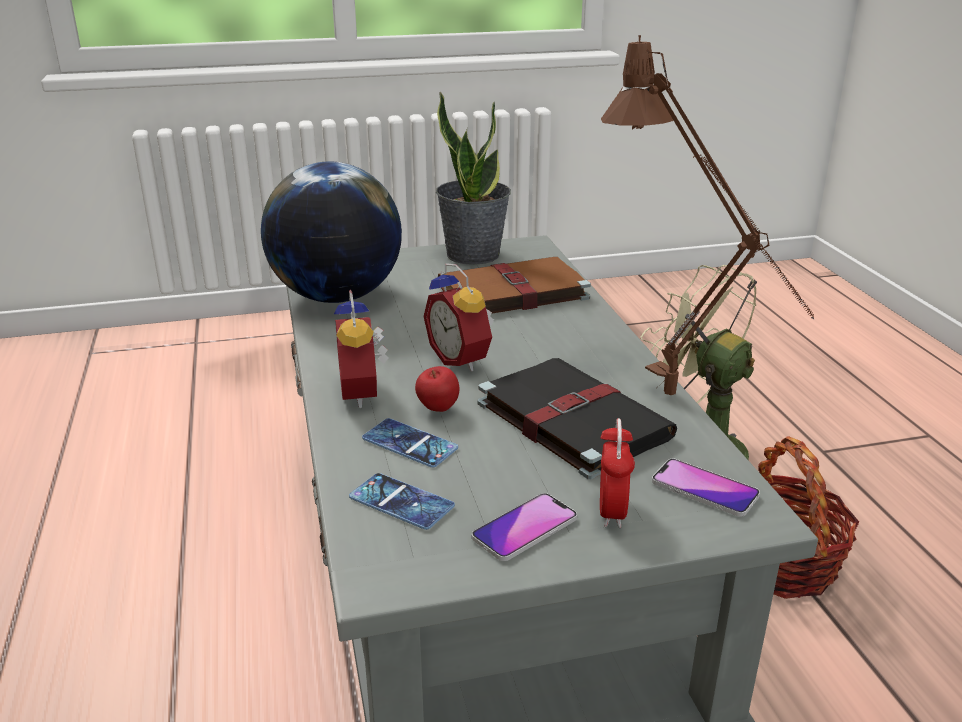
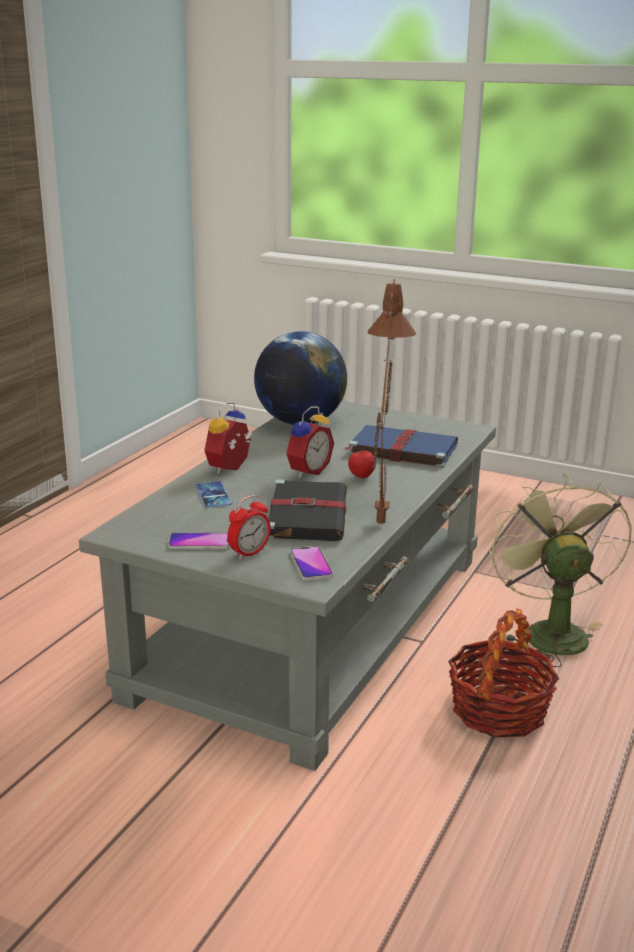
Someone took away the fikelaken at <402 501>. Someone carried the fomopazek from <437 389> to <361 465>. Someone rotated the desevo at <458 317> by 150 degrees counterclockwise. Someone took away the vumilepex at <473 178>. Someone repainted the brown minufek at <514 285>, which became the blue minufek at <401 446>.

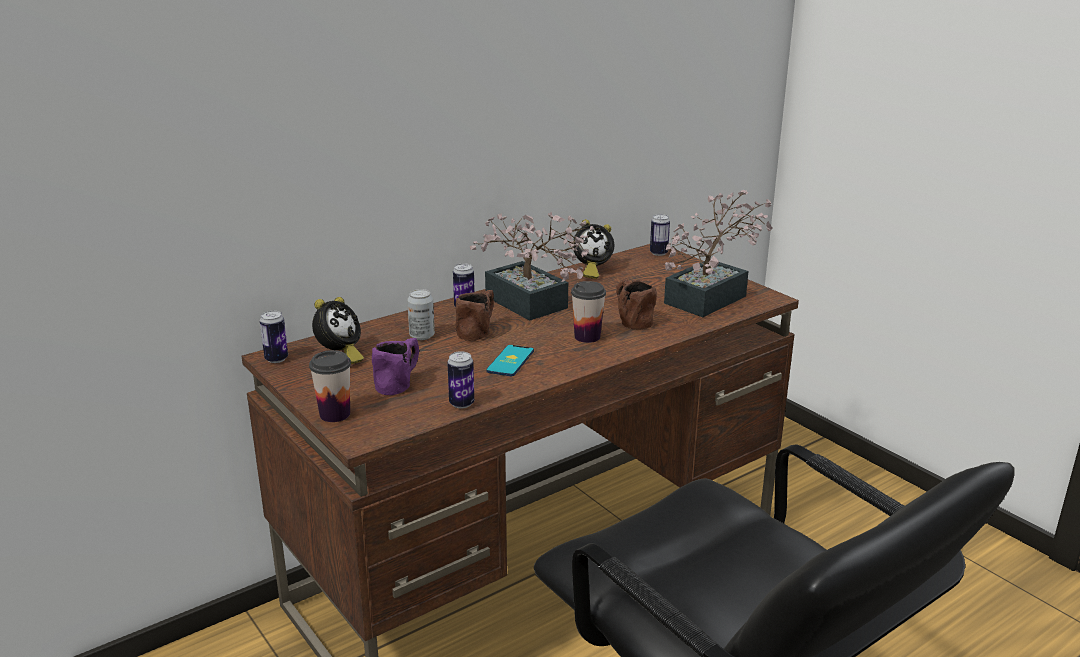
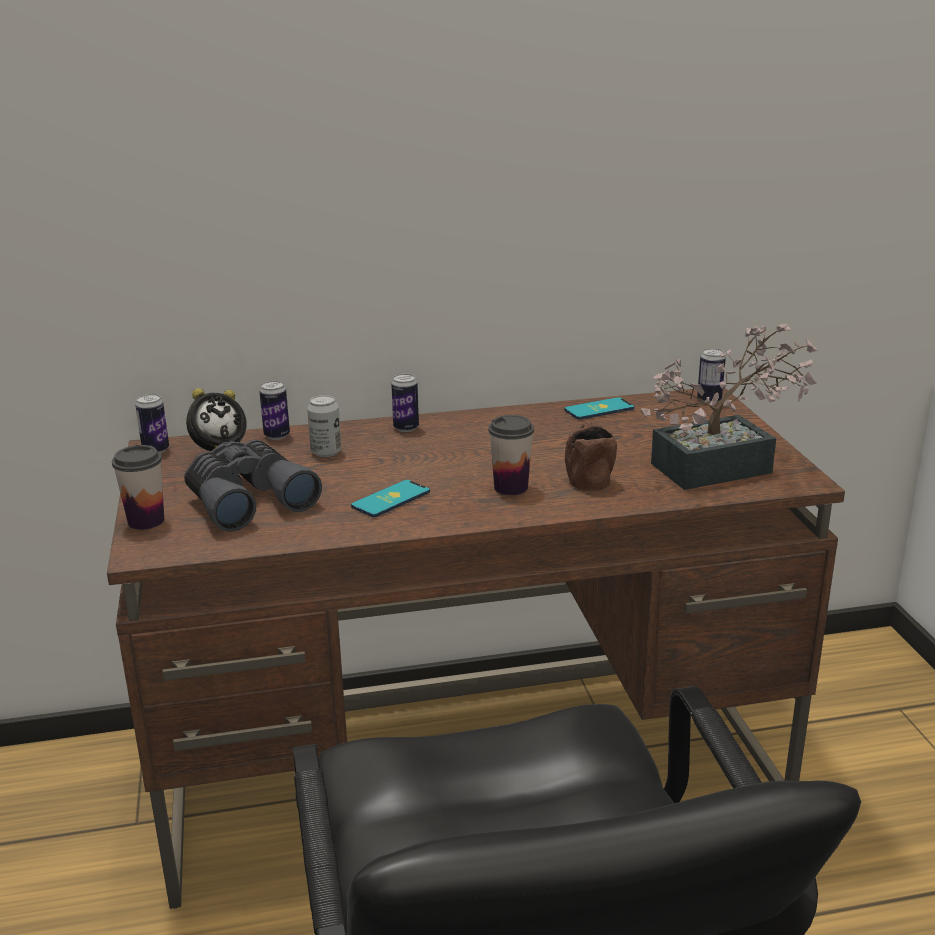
Someone swapped the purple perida at <395 366> for the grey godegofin at <253 486>. Someone carried the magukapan from <460 380> to <274 410>. Someone took away the brown perida at <475 315>. Someone took away the vumilepex at <532 266>. Someone swapped the desevo at <593 249> for the fikelaken at <599 408>.

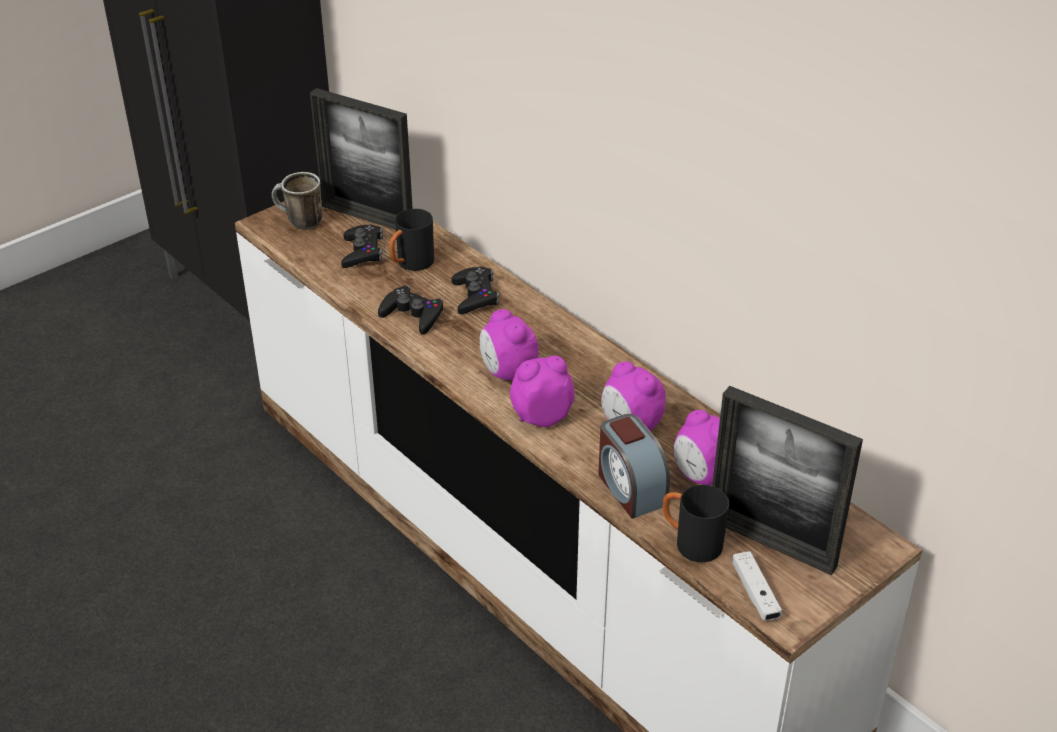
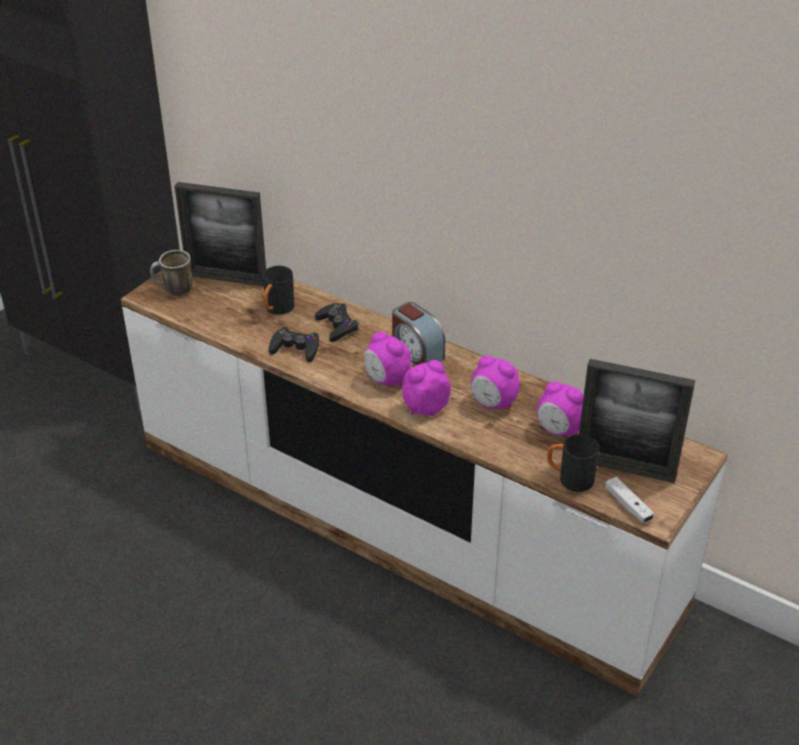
Someone took away the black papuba at <362 246>. Someone carried the desevo from <634 466> to <418 333>.

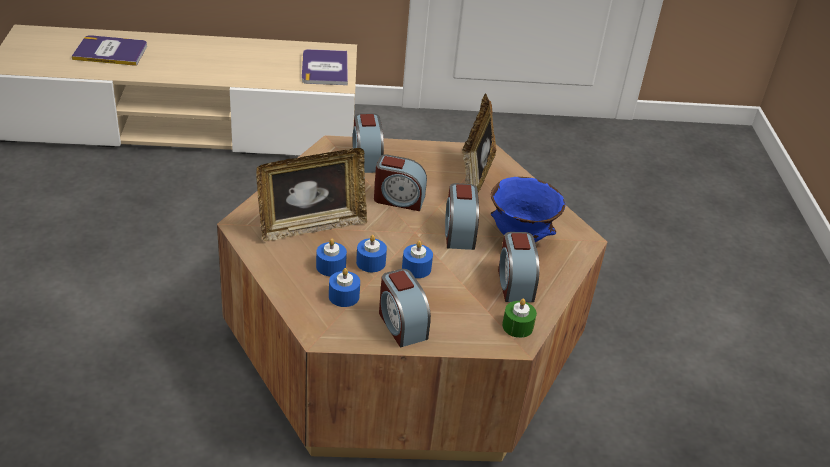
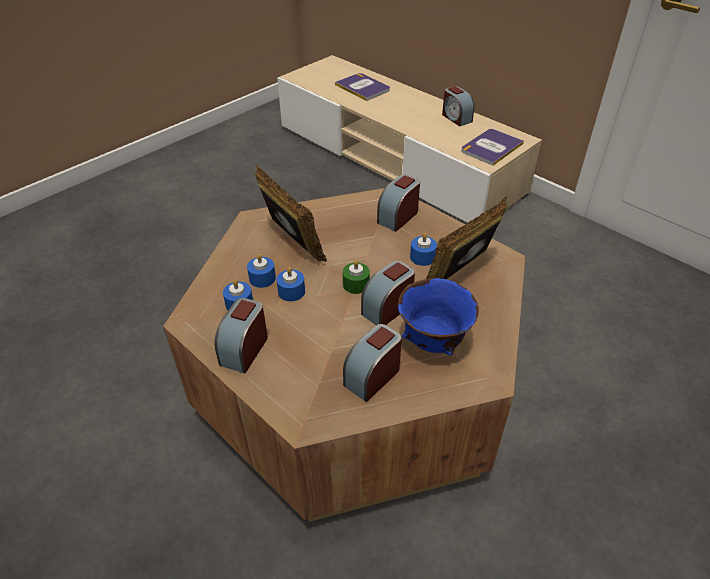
Someone rotated the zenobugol at <311 194> by 150 degrees counterclockwise. Someone carried the desevo from <400 182> to <458 106>. Someone carried the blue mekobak from <417 259> to <423 249>. Someone carried the green mekobak from <519 318> to <356 277>.

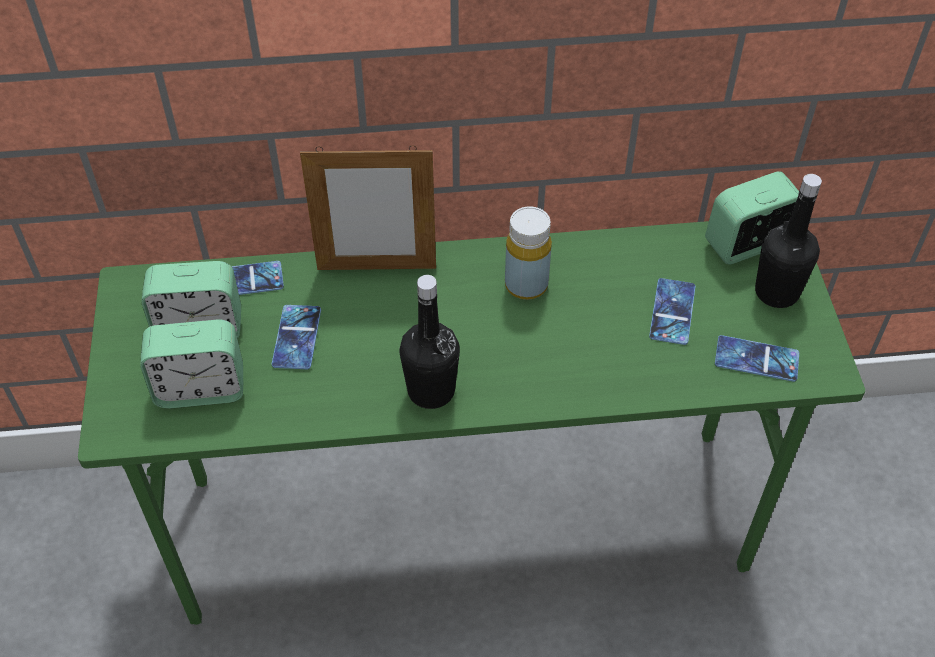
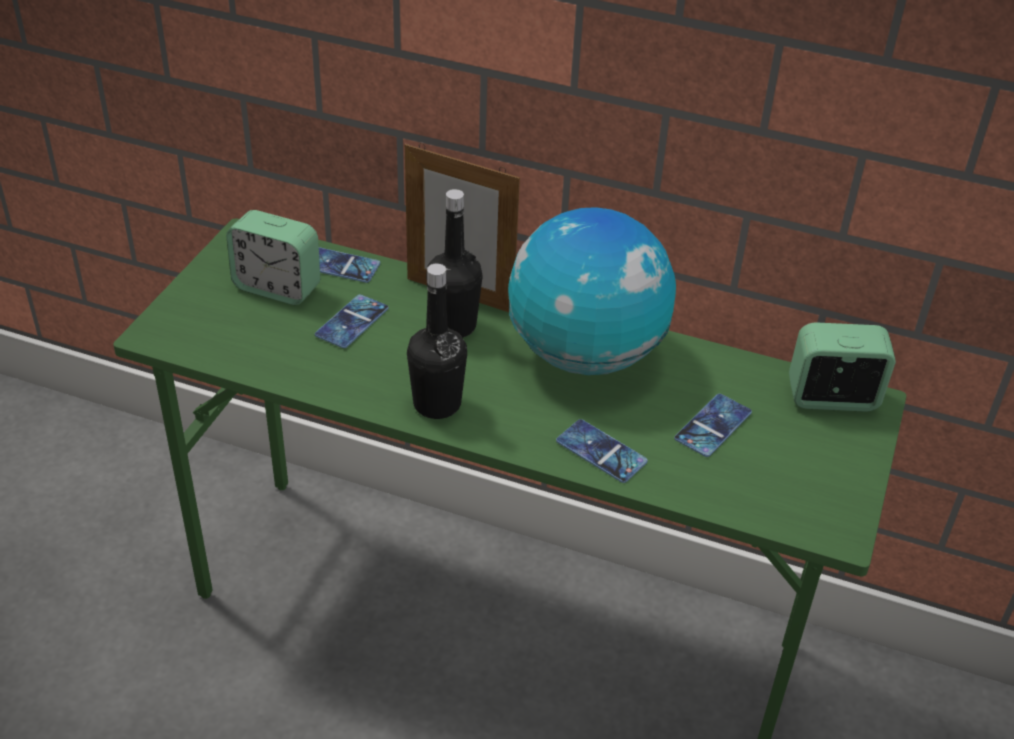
Someone took away the desevo at <192 364>. Someone swapped the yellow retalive at <528 253> for the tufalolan at <592 291>. Someone carried the fikelaken from <757 358> to <602 451>. Someone carried the black retalive from <788 241> to <454 263>.

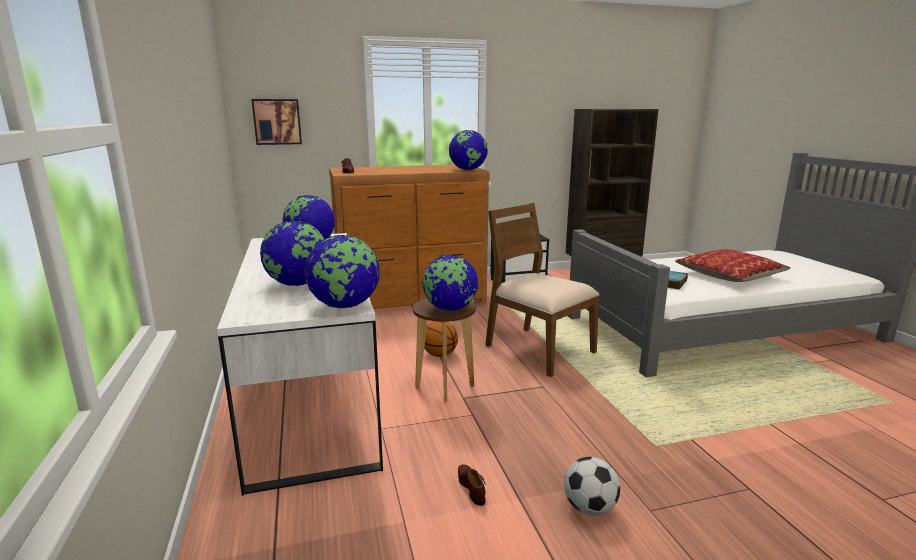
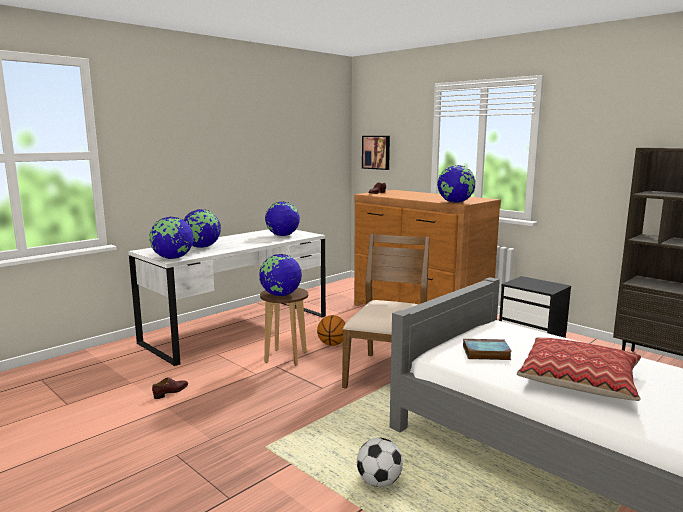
Someone carried the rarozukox from <592 486> to <380 462>.

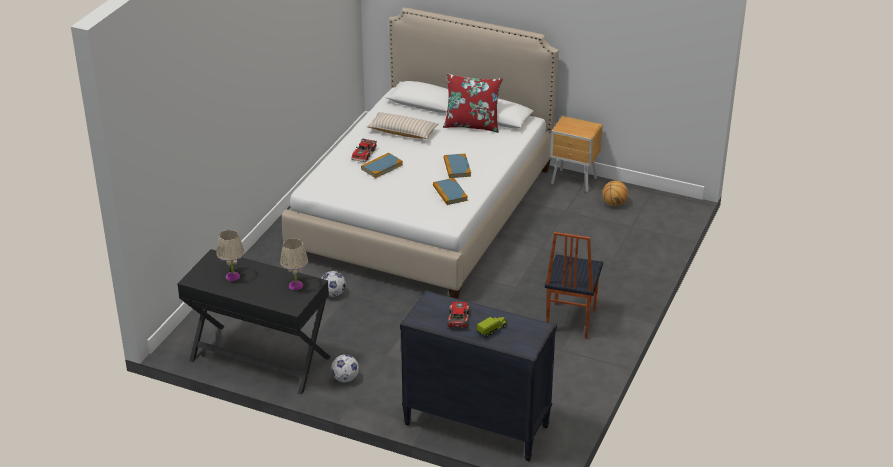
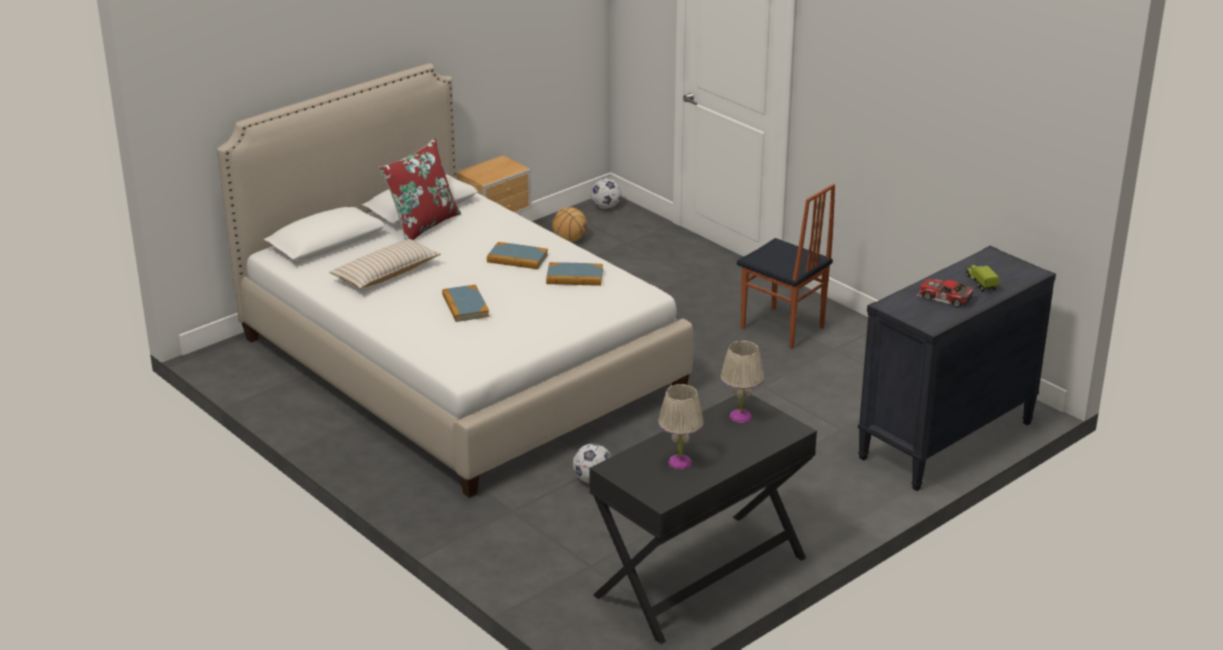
Someone carried the rarozukox from <345 368> to <606 193>. Someone took away the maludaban at <364 150>.

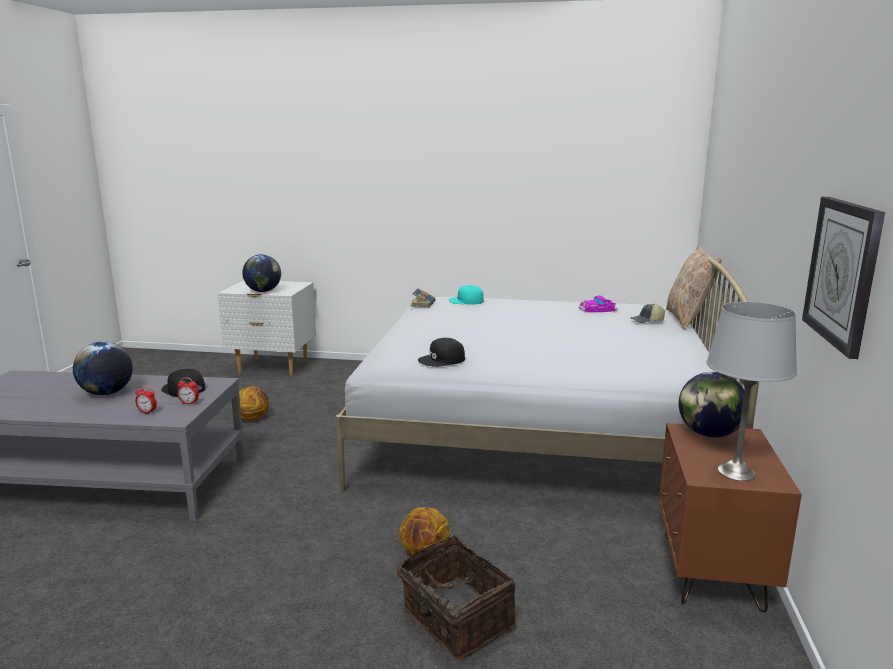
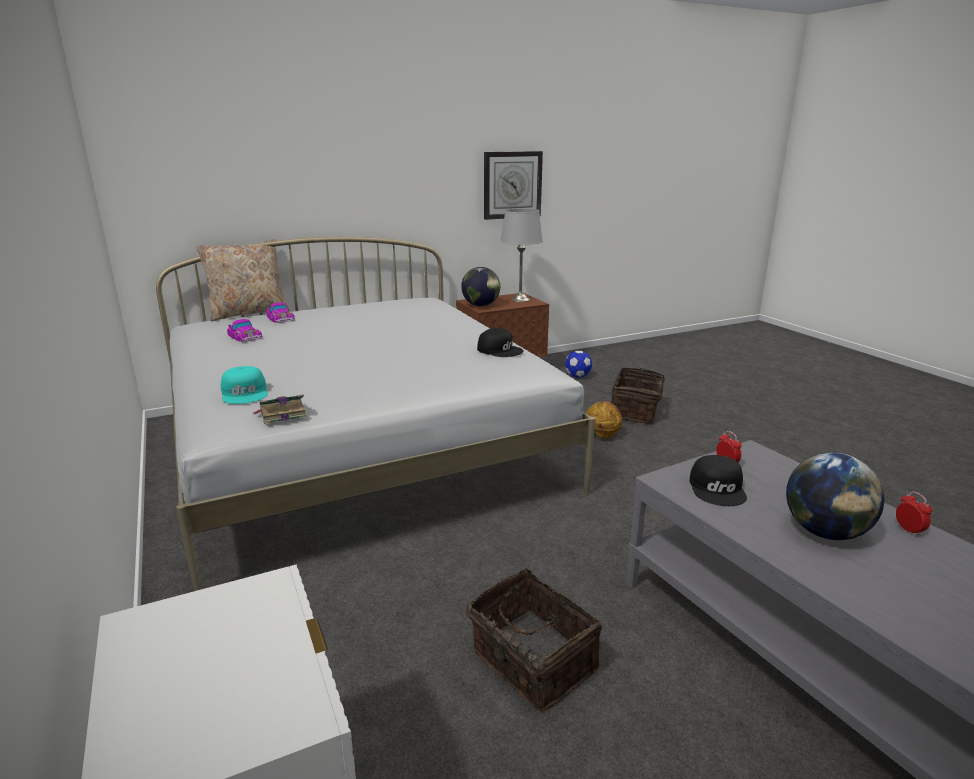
Someone carried the desevo from <146 399> to <914 514>. Someone swapped the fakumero at <254 403> for the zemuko at <534 640>. Someone took away the tufalolan at <261 273>. Someone swapped the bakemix at <648 313> for the maludaban at <280 312>. Someone put down the rarozukox at <578 364>.

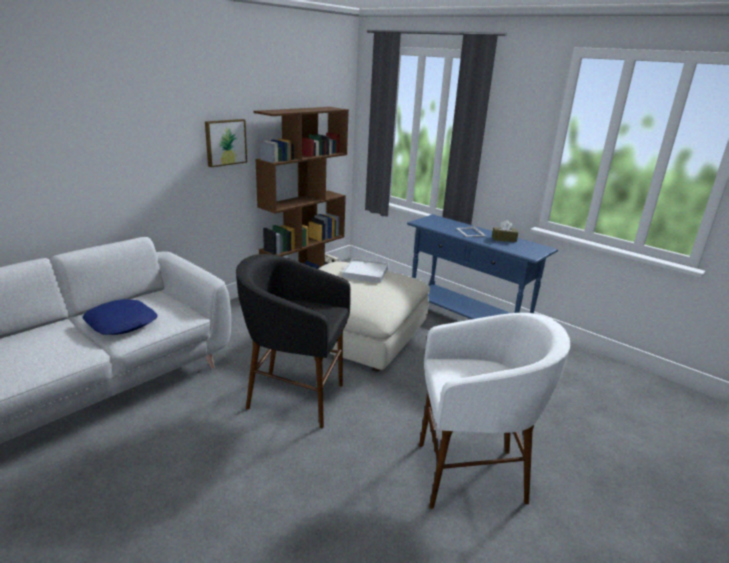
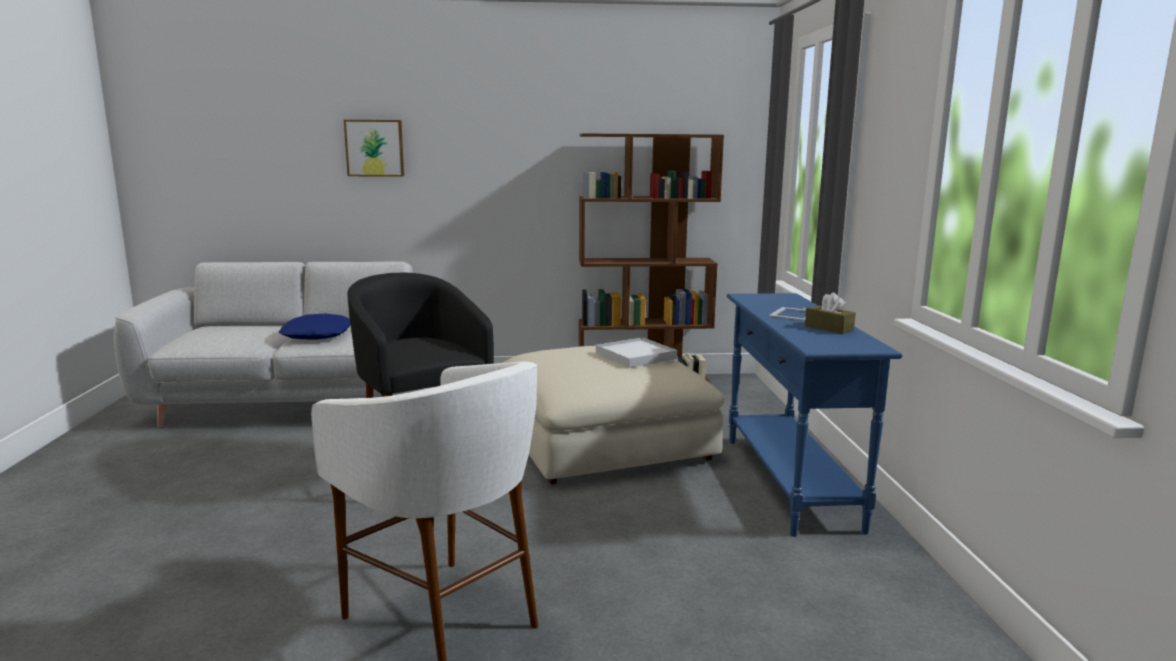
Someone carried the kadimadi from <226 143> to <374 148>.

